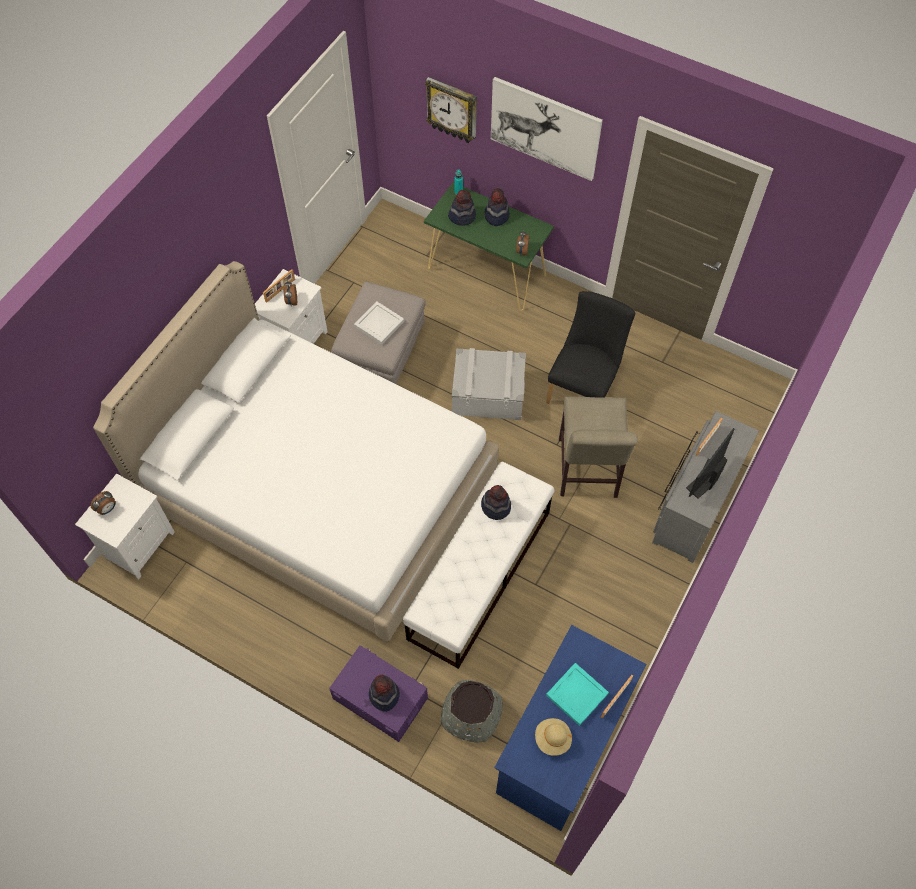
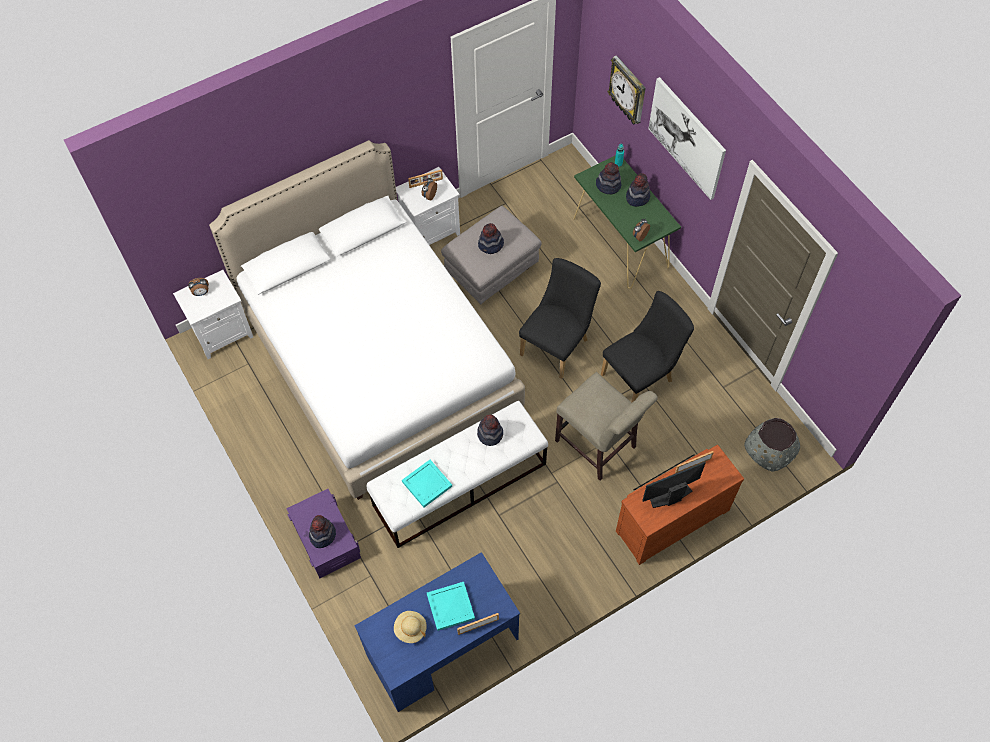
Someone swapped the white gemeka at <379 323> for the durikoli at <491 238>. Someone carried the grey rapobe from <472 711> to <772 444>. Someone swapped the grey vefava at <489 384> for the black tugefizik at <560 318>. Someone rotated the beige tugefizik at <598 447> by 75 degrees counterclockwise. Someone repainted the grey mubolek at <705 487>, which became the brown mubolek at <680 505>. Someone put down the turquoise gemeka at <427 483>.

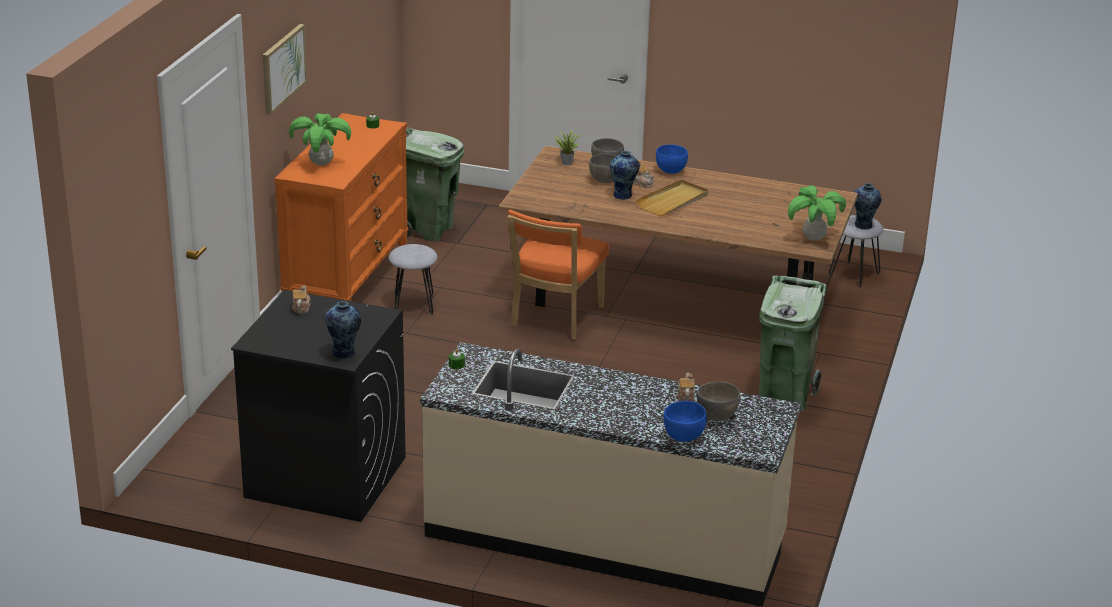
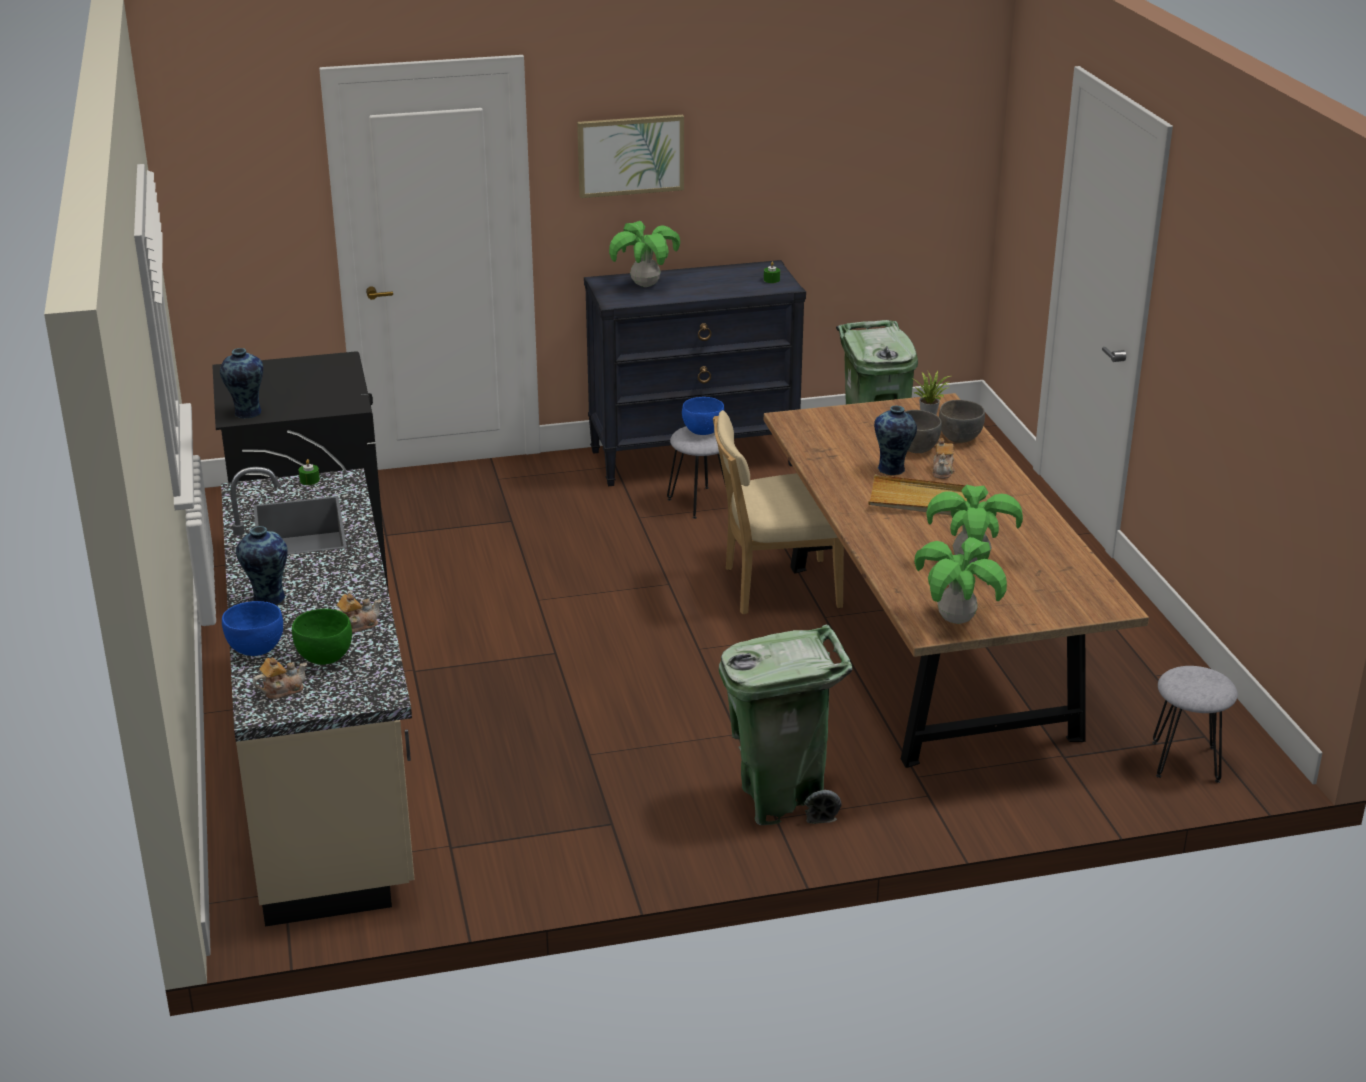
Someone repainted the orange mubolek at <341 207>, which became the black mubolek at <695 373>. Someone carried the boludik from <301 299> to <280 678>. Someone repainted the orange tugefizik at <558 275>, which became the beige tugefizik at <778 512>. Someone carried the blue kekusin from <672 159> to <703 416>. Someone repainted the grey kekusin at <718 401>, which became the green kekusin at <322 637>. Someone carried the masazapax from <867 206> to <262 565>. Someone put down the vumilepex at <974 524>.

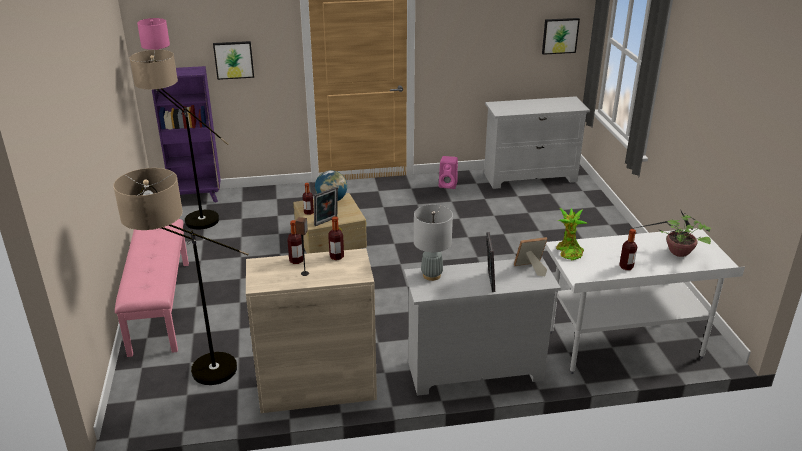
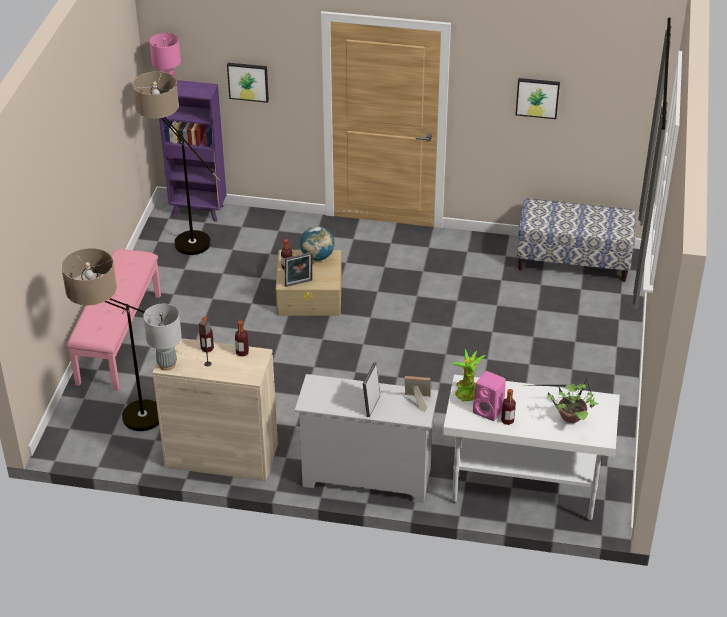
Someone carried the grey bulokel from <433 243> to <162 337>. Someone carried the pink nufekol from <448 172> to <489 396>. Someone swapped the white mubolek at <537 142> for the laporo at <577 240>. Someone carried the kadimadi from <561 36> to <537 98>.

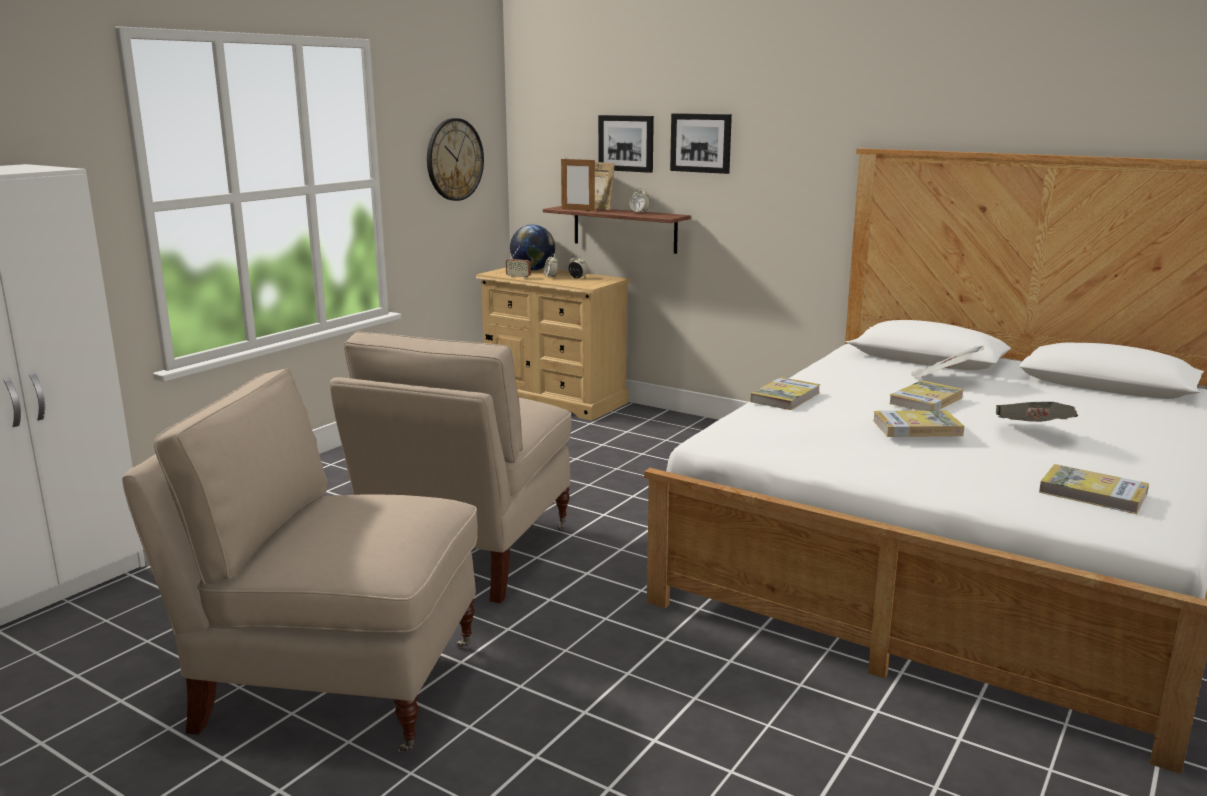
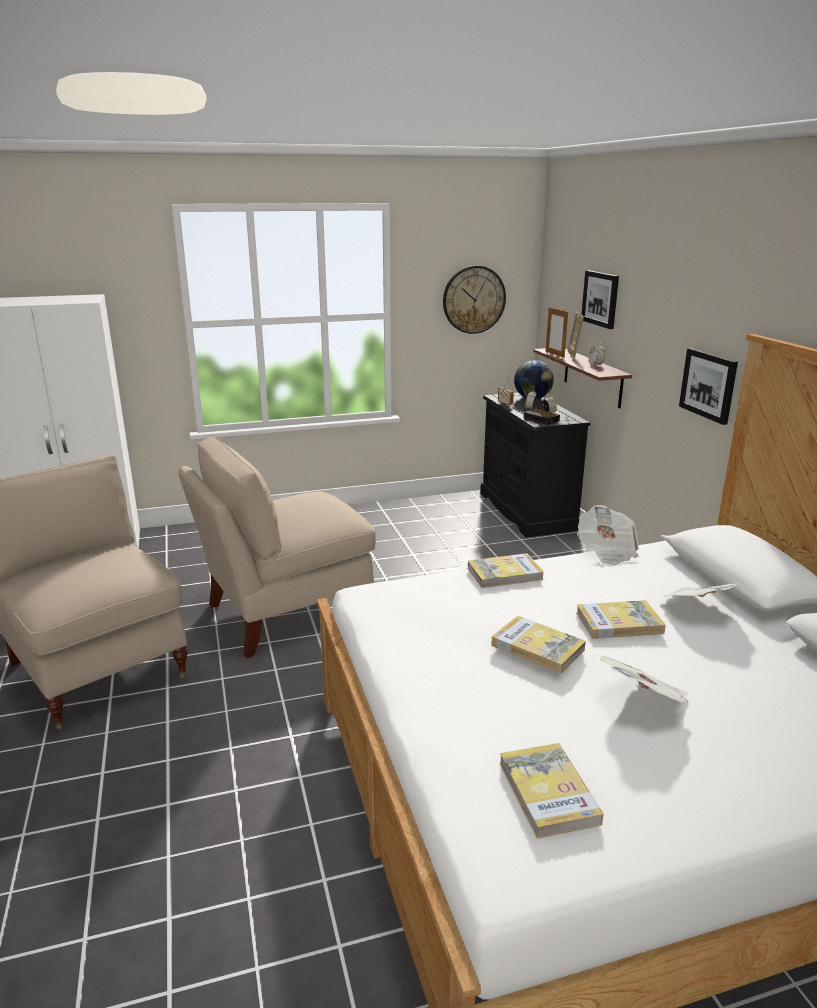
Someone repainted the beige mubolek at <553 344>, which became the black mubolek at <535 465>. Someone carried the kadimadi from <701 143> to <708 386>. Someone put down the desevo at <542 417>. Someone put down the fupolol at <608 536>.

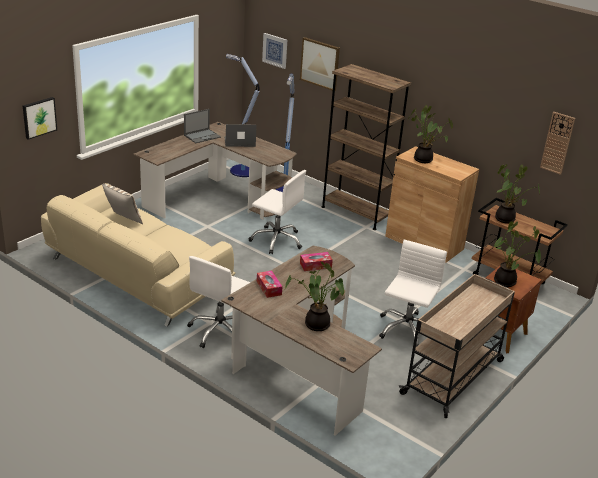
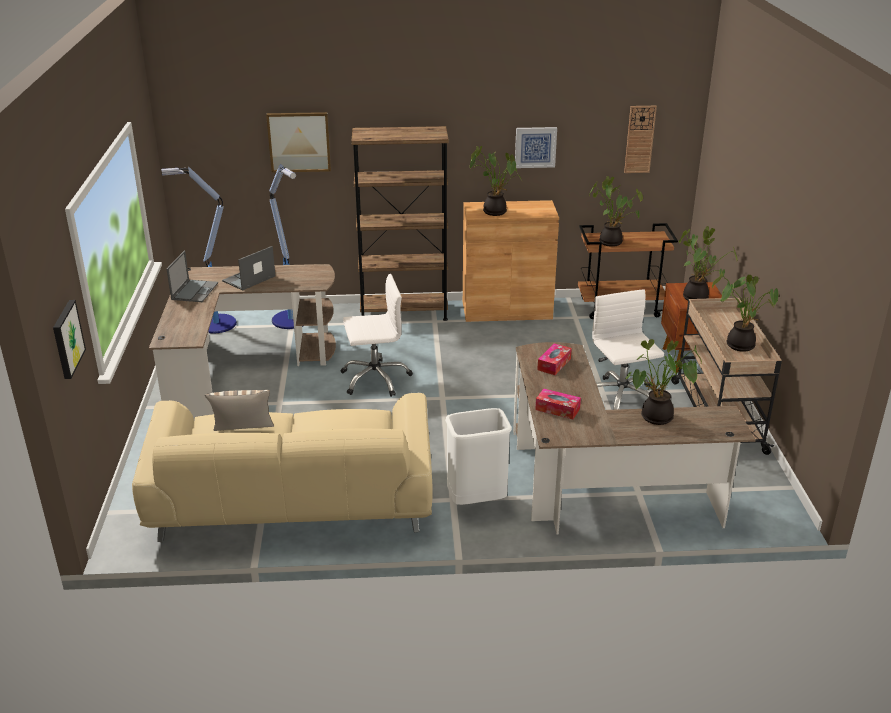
Someone swapped the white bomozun at <218 302> for the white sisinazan at <478 456>. Someone carried the kadimadi from <274 51> to <536 147>. Someone put down the vumilepex at <745 311>.

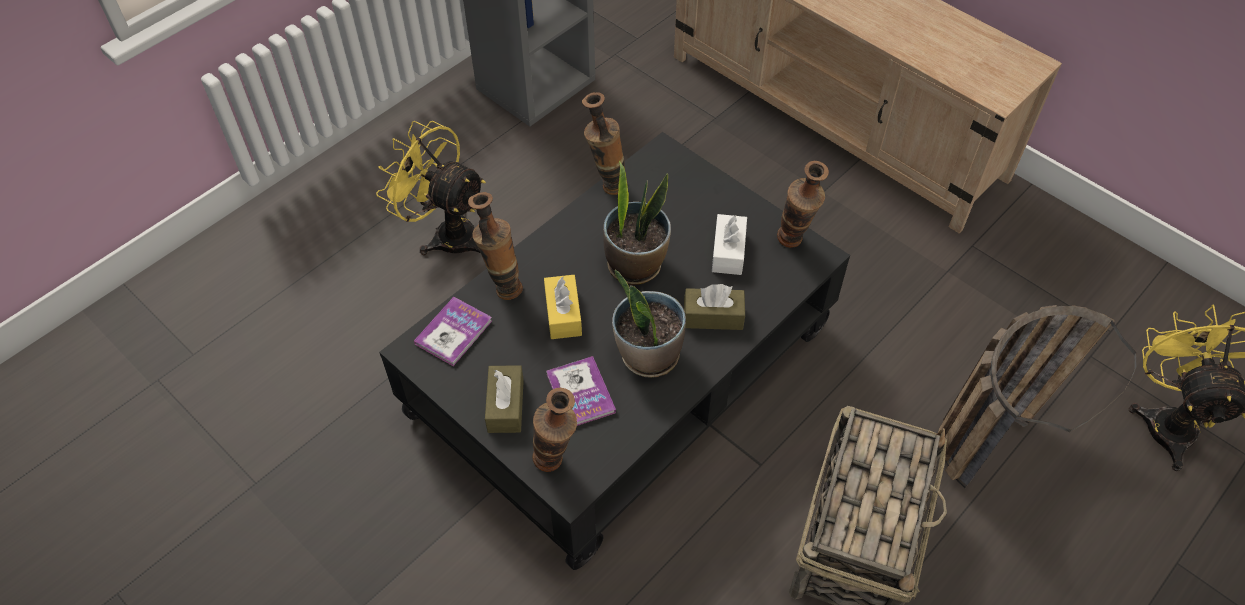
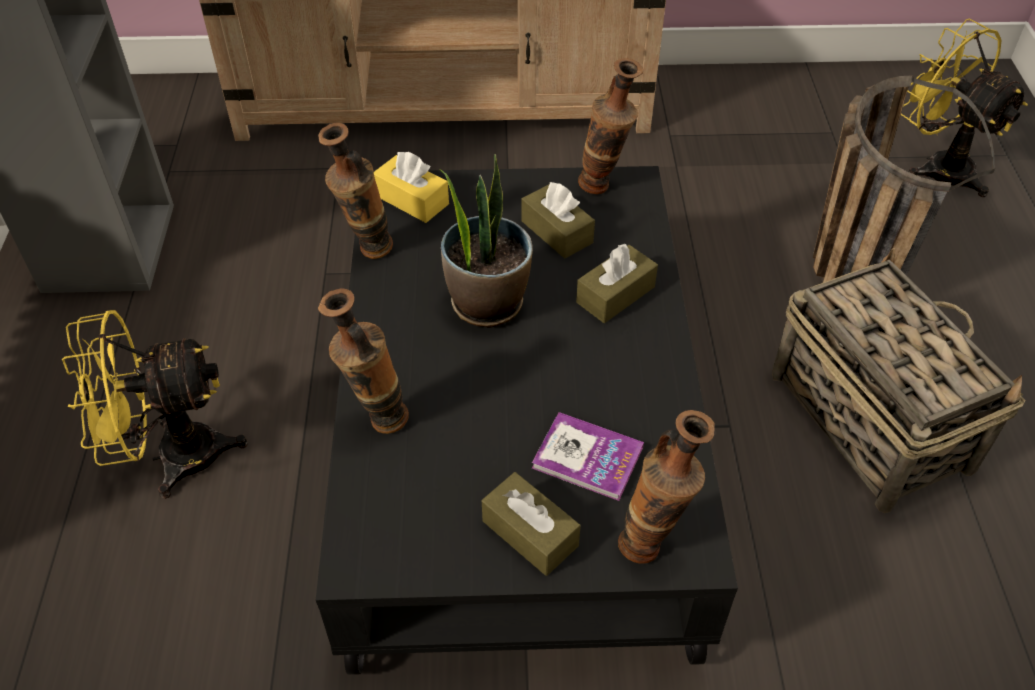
Someone took away the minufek at <453 331>. Someone carried the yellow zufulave from <563 307> to <411 187>. Someone took away the vumilepex at <649 324>. Someone repainted the white zufulave at <729 244>, which became the brown zufulave at <558 220>.

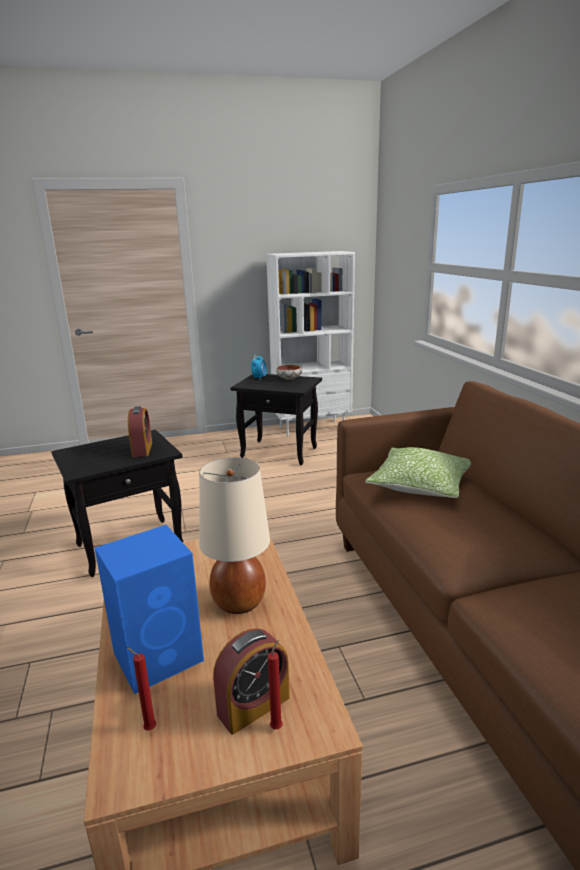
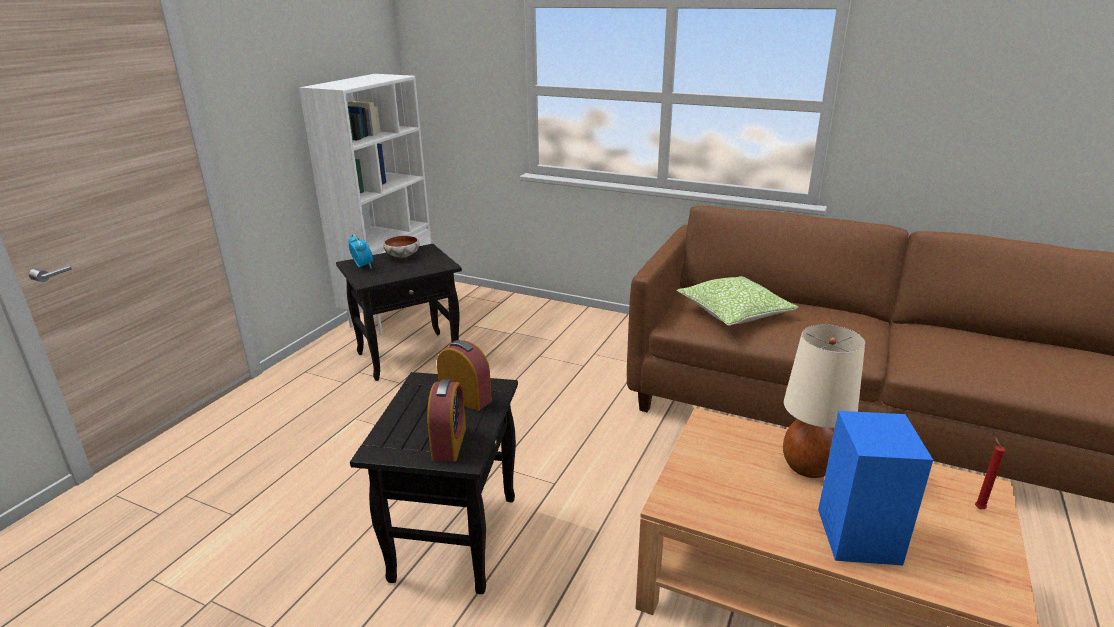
Someone took away the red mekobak at <141 688>. Someone carried the desevo from <251 681> to <446 420>.

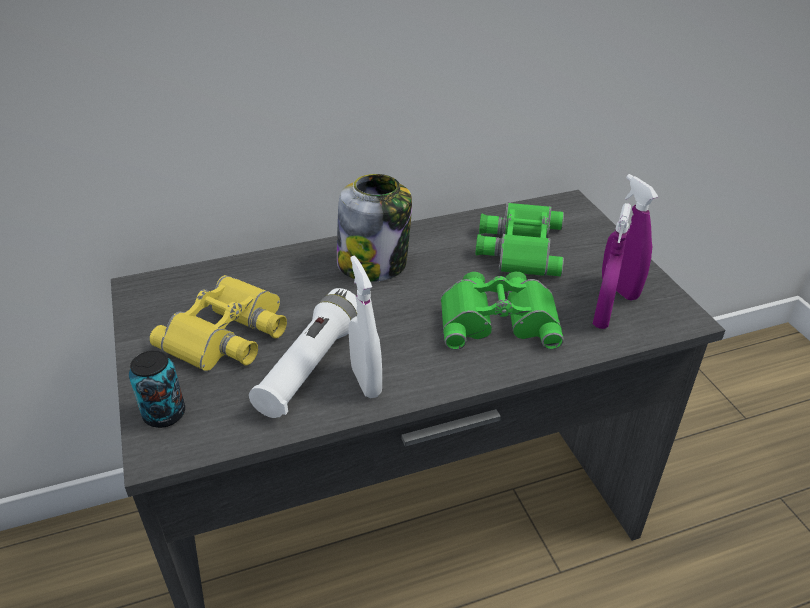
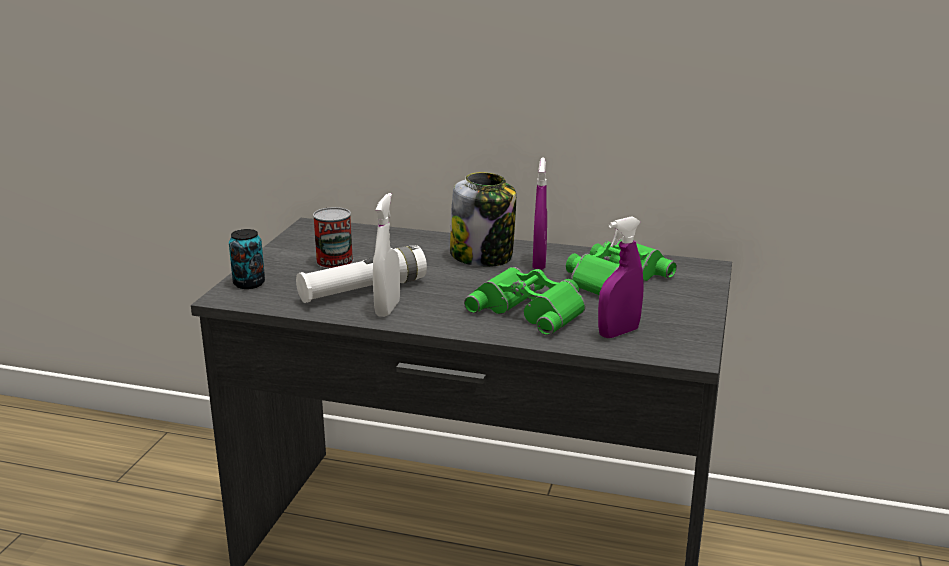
Someone swapped the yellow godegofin at <218 323> for the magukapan at <333 238>. Someone carried the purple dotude from <630 237> to <540 213>.

